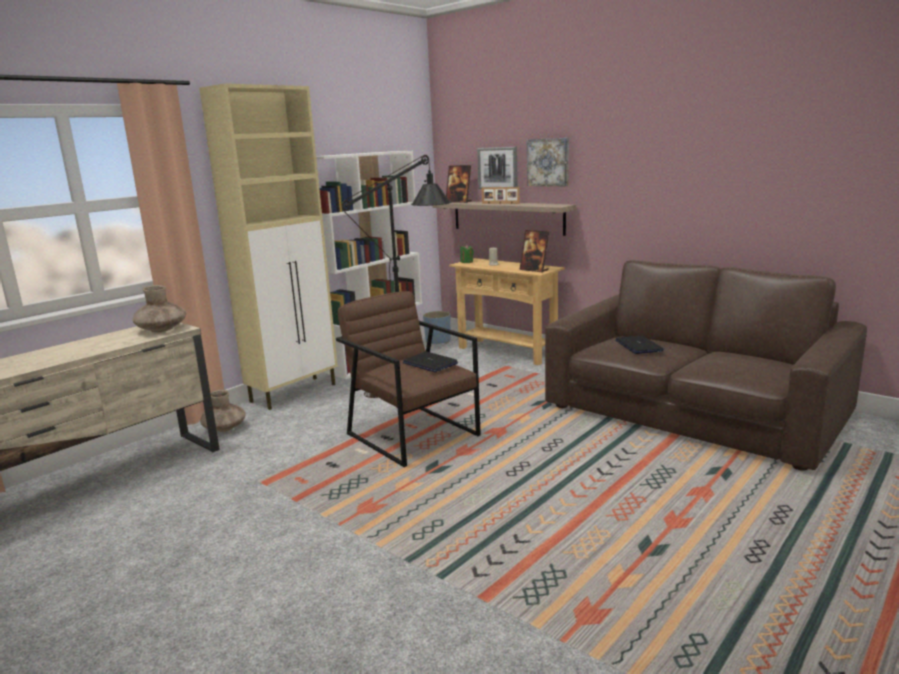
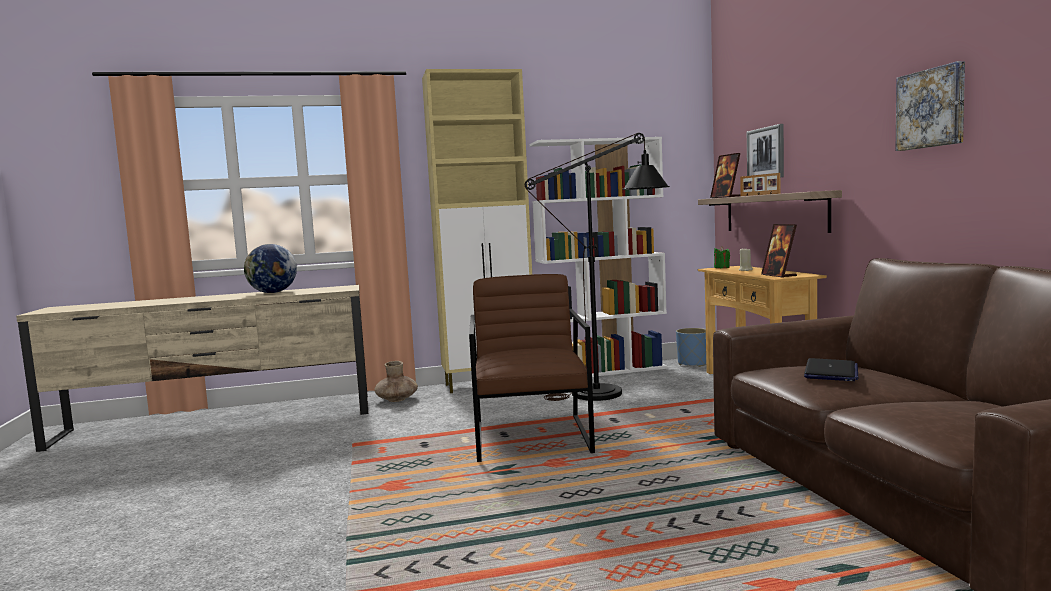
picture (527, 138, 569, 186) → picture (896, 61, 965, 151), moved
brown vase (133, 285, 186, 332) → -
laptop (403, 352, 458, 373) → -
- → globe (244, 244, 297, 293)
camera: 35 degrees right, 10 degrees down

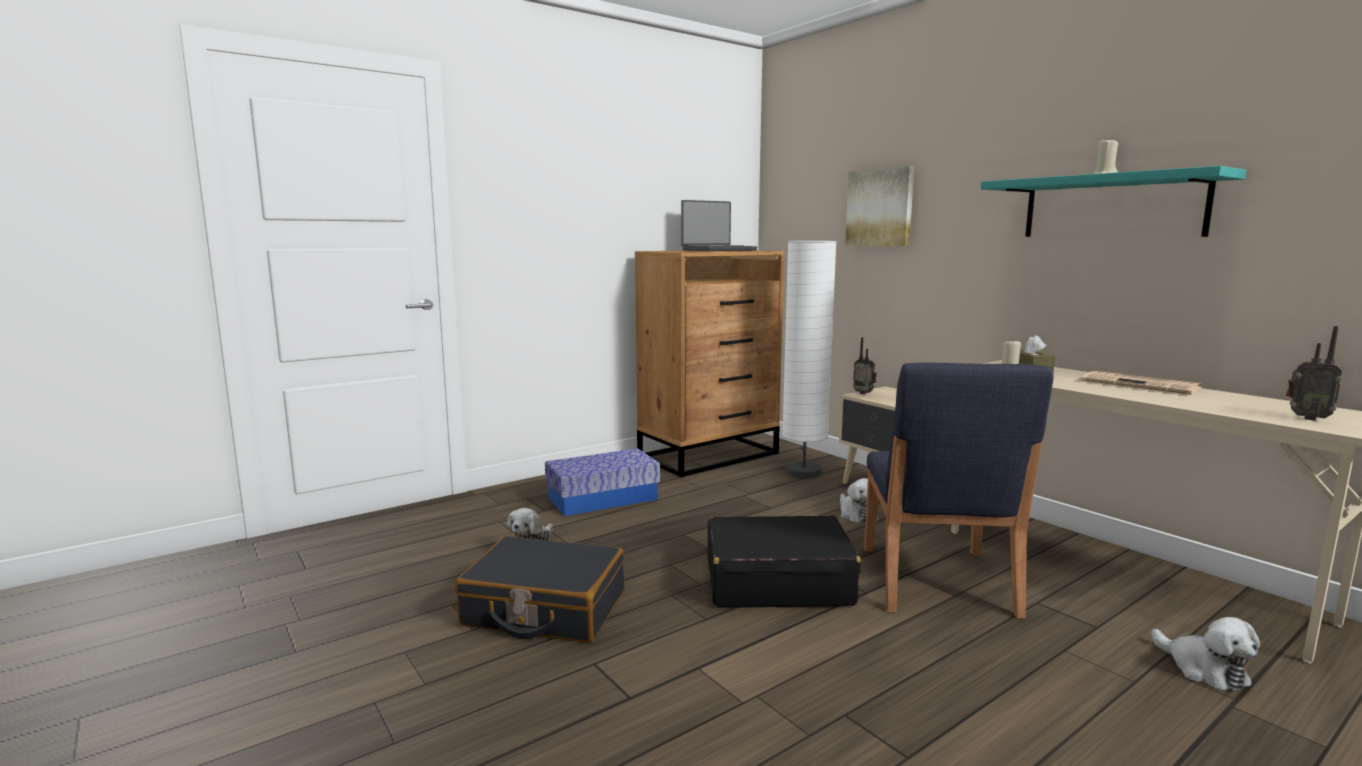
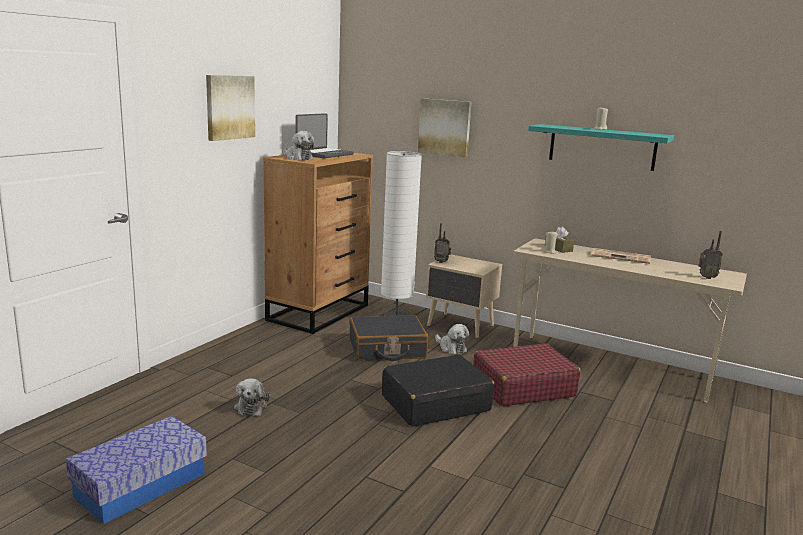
blue chair (864, 363, 1053, 619) → red suitcase (473, 343, 581, 406)
storage box (545, 448, 660, 516) → storage box (66, 416, 207, 524), moved
black suitcase (455, 536, 624, 643) → black suitcase (349, 315, 429, 361), moved
plush toy (1151, 617, 1260, 692) → plush toy (283, 131, 314, 160), moved
- → picture (206, 75, 255, 141)
camera: 25 degrees left, 5 degrees up

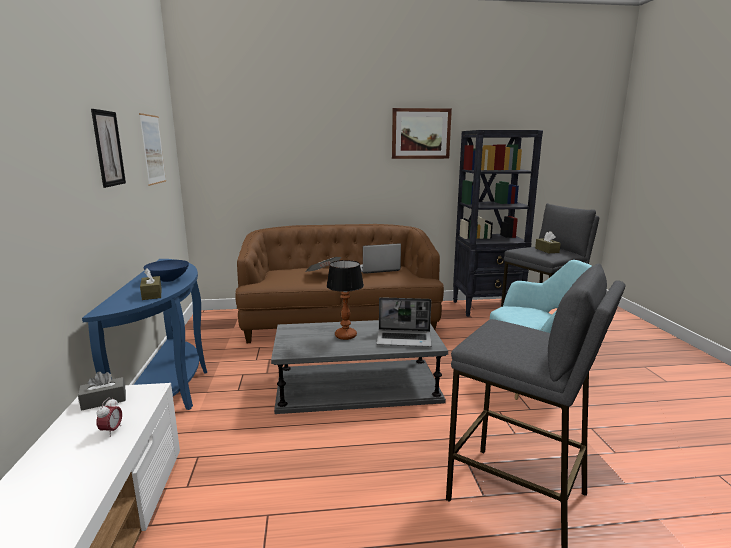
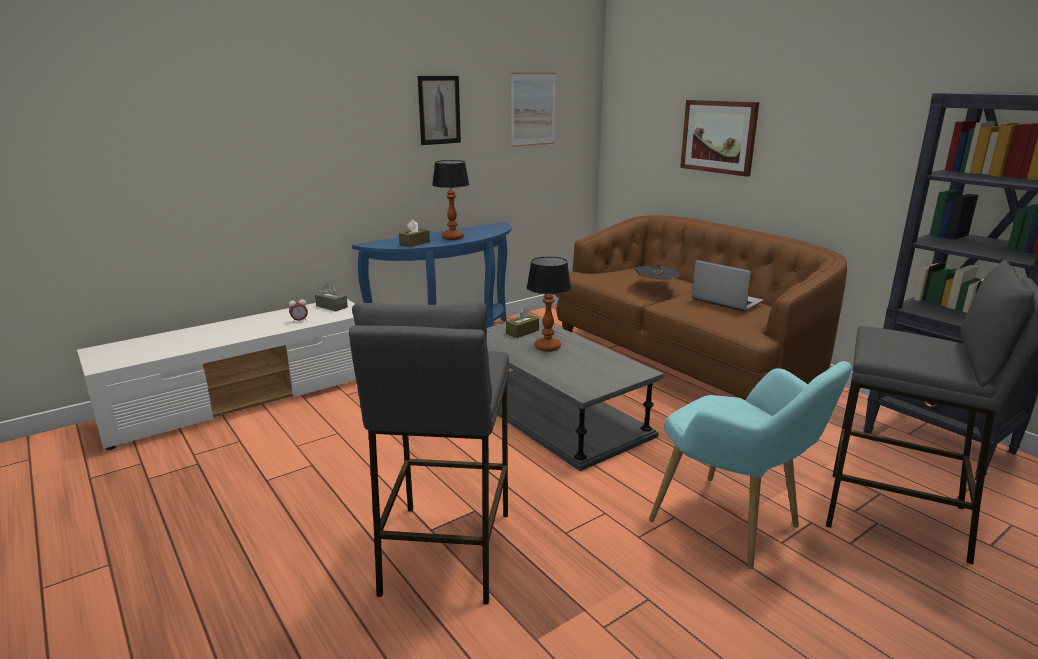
picture (392, 108, 452, 159) → picture (680, 100, 759, 177), moved
brown tissue box (535, 231, 561, 253) → brown tissue box (506, 307, 539, 338), moved
blue bowl (144, 260, 189, 282) → table lamp (432, 160, 469, 240)
laptop (376, 297, 432, 347) → -
camera: 60 degrees right, 5 degrees up

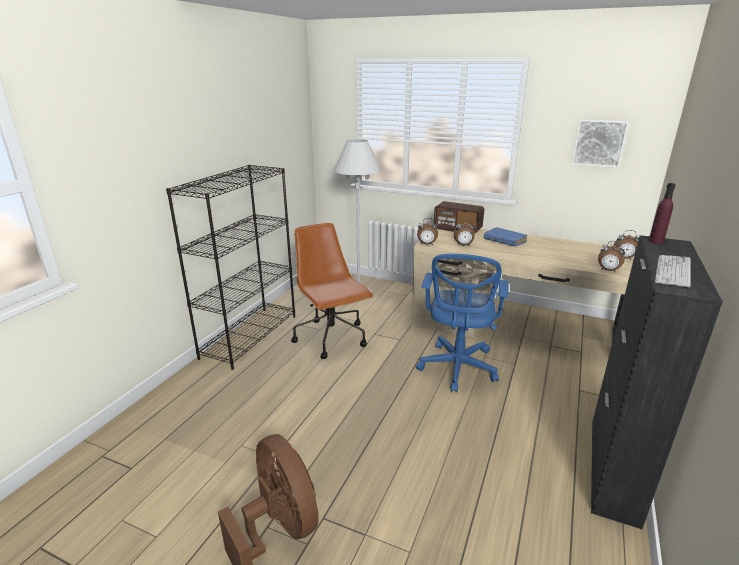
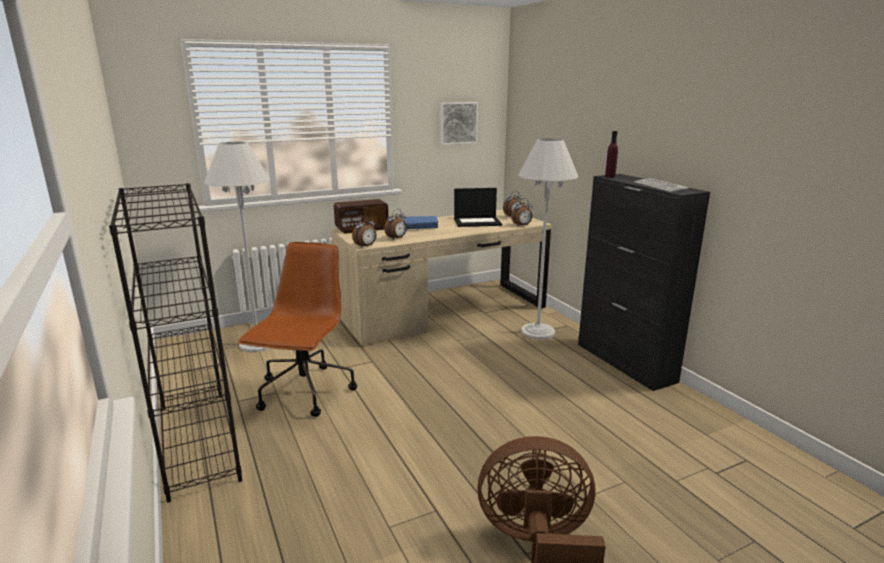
brown office chair (291, 223, 373, 359) → brown office chair (238, 242, 357, 417), 90 degrees clockwise
blue office chair (416, 254, 508, 392) → -
- → white floor lamp (518, 138, 578, 339)
- → laptop (454, 188, 502, 227)
camera: 50 degrees left, 5 degrees down

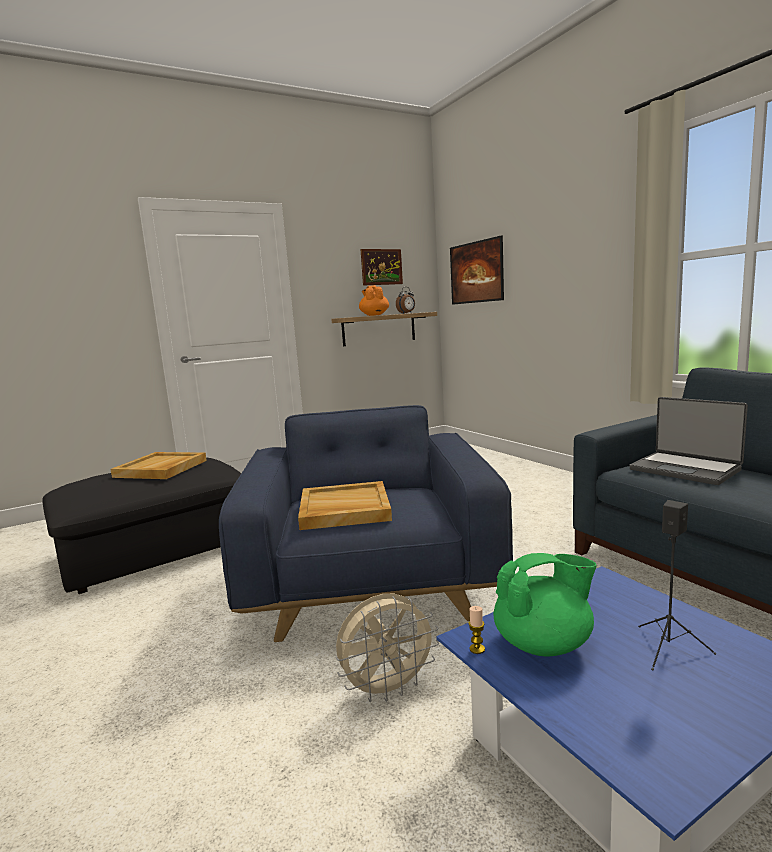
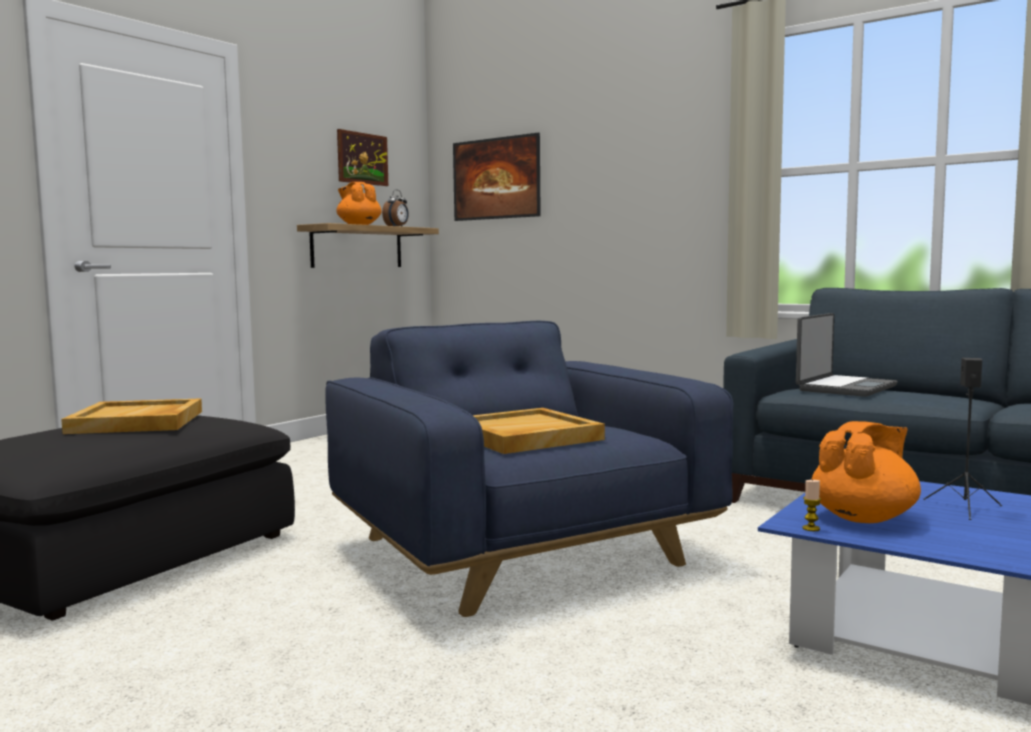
laptop (629, 397, 748, 485) → laptop (796, 313, 898, 397), 75 degrees counterclockwise
green teapot (493, 553, 597, 656) → orange teapot (811, 421, 921, 523)
beige fan (336, 594, 439, 702) → -
camera: 25 degrees left, 5 degrees down

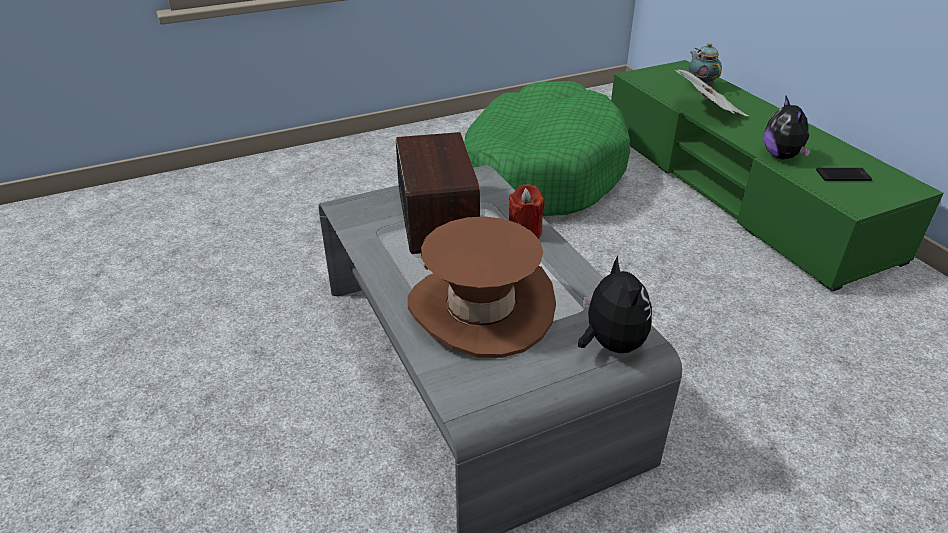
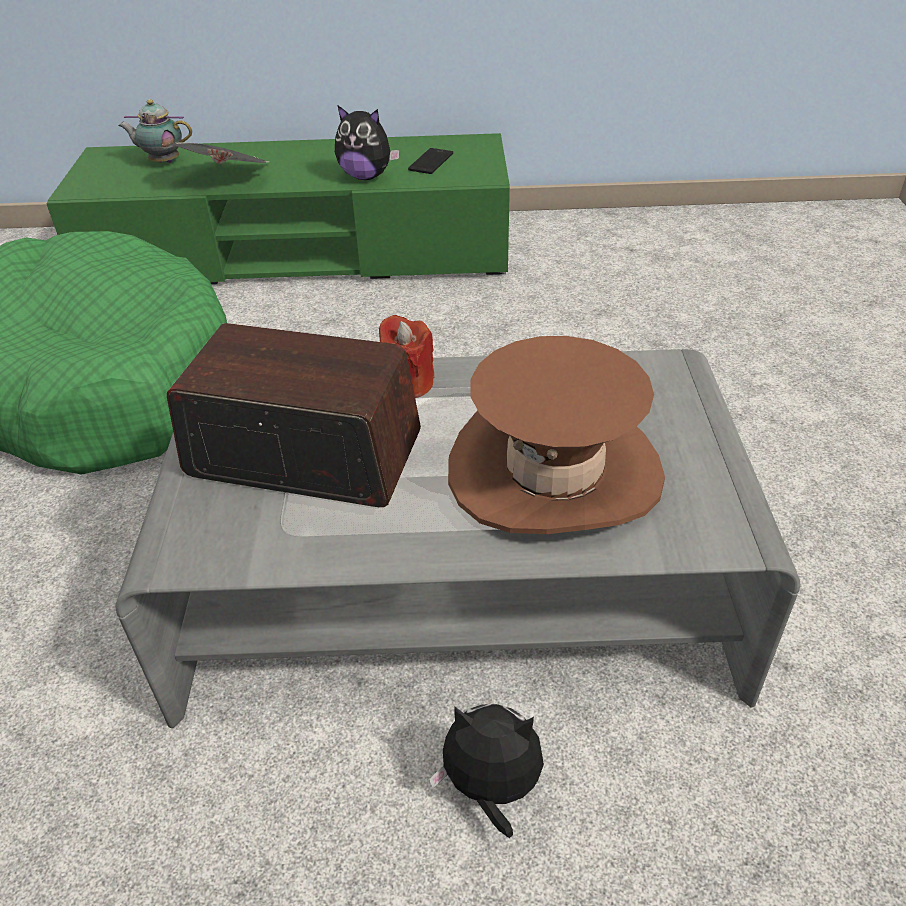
plush toy (578, 256, 652, 353) → plush toy (429, 704, 544, 838), moved
camera: 65 degrees left, 5 degrees up

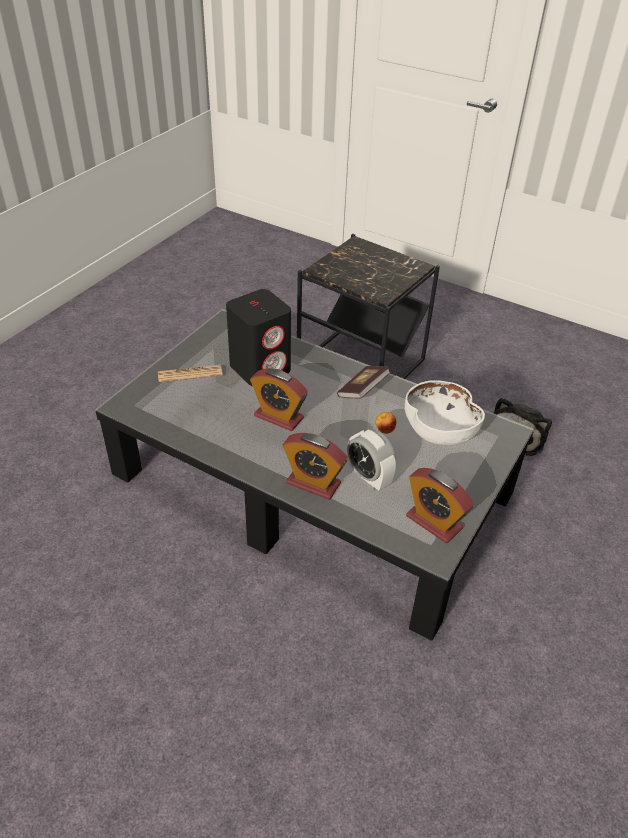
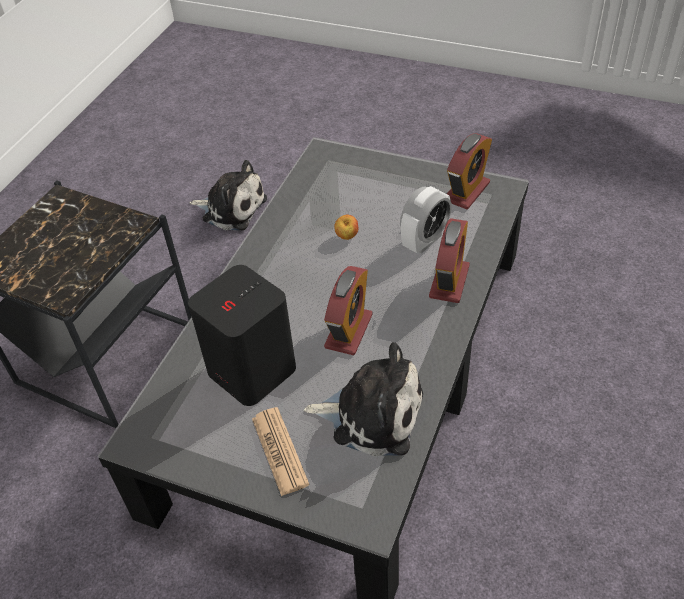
book (337, 366, 390, 399) → -
white bowl (405, 380, 485, 445) → -
- → plush toy (304, 342, 423, 456)
camera: 95 degrees left, 5 degrees up

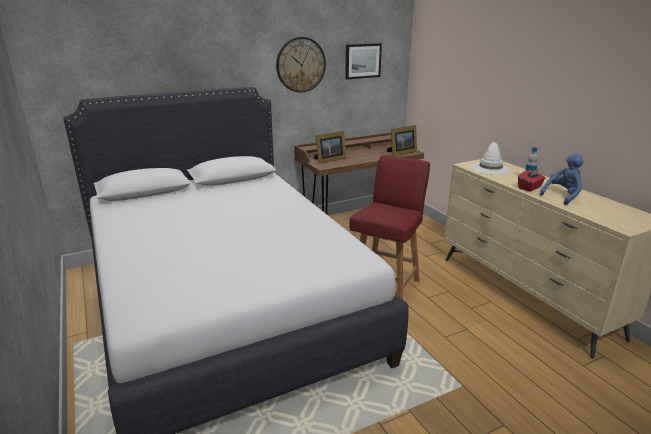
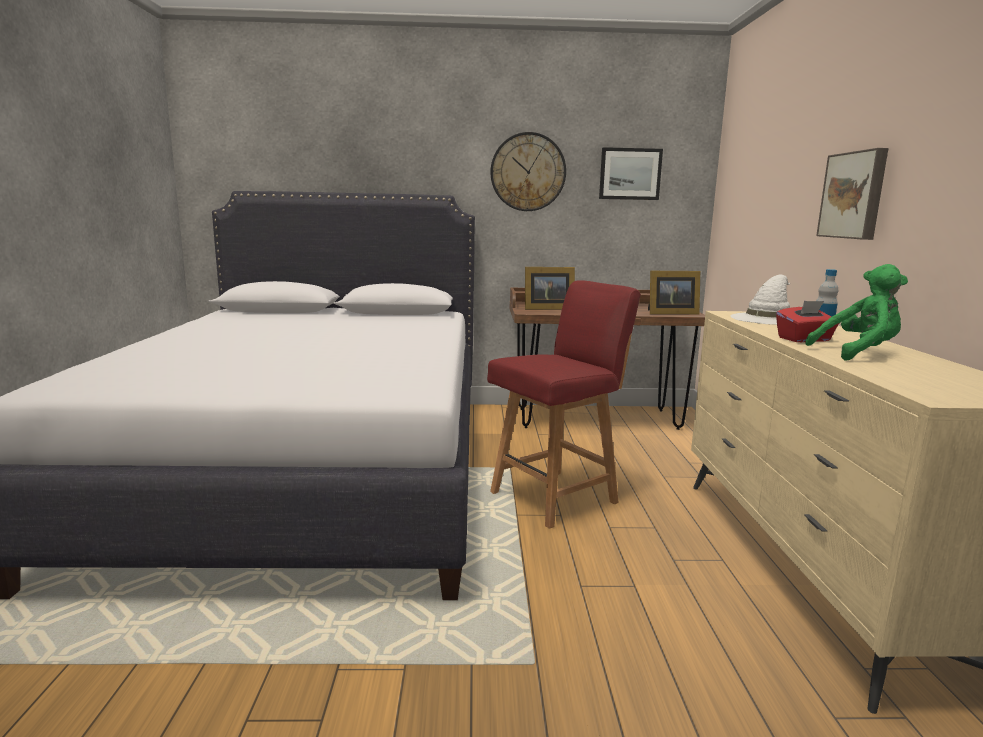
blue plush toy (540, 154, 583, 205) → green plush toy (805, 264, 908, 361)
- → picture (816, 148, 888, 240)
camera: 25 degrees right, 10 degrees down

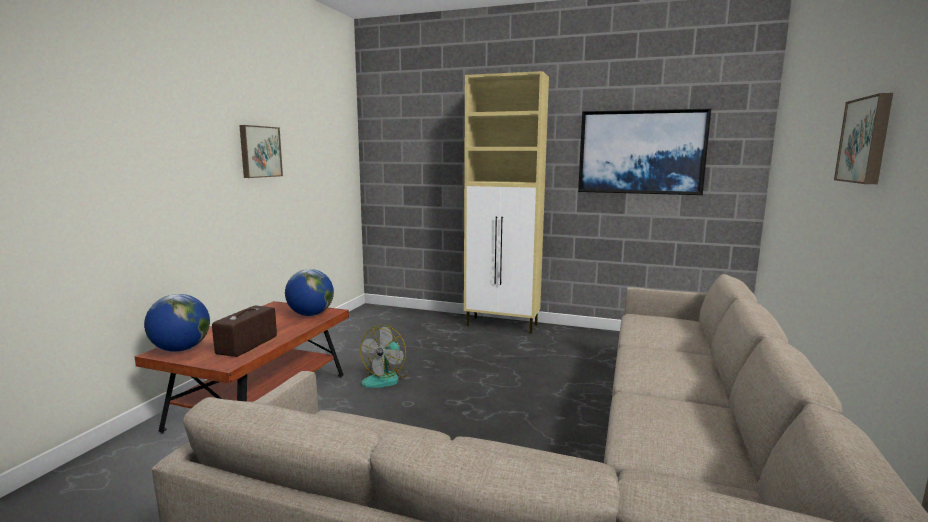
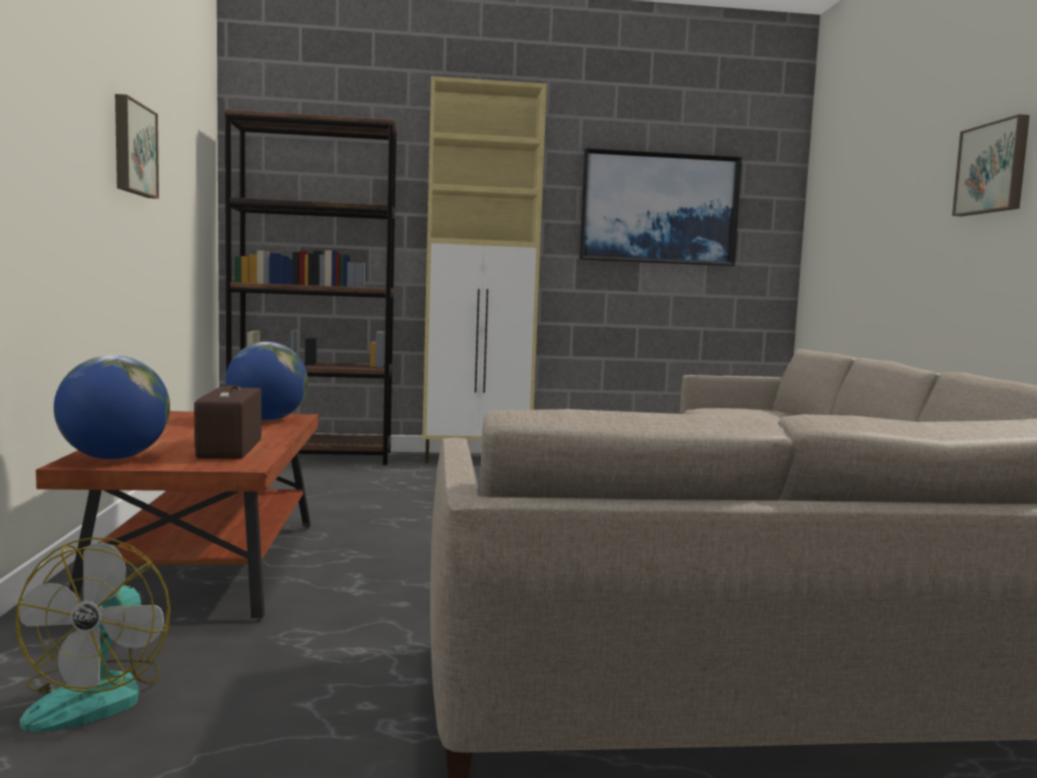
fan (360, 325, 408, 388) → fan (15, 537, 171, 732), moved
- → brown bookcase (224, 109, 398, 465)
camera: 25 degrees left, 5 degrees down

